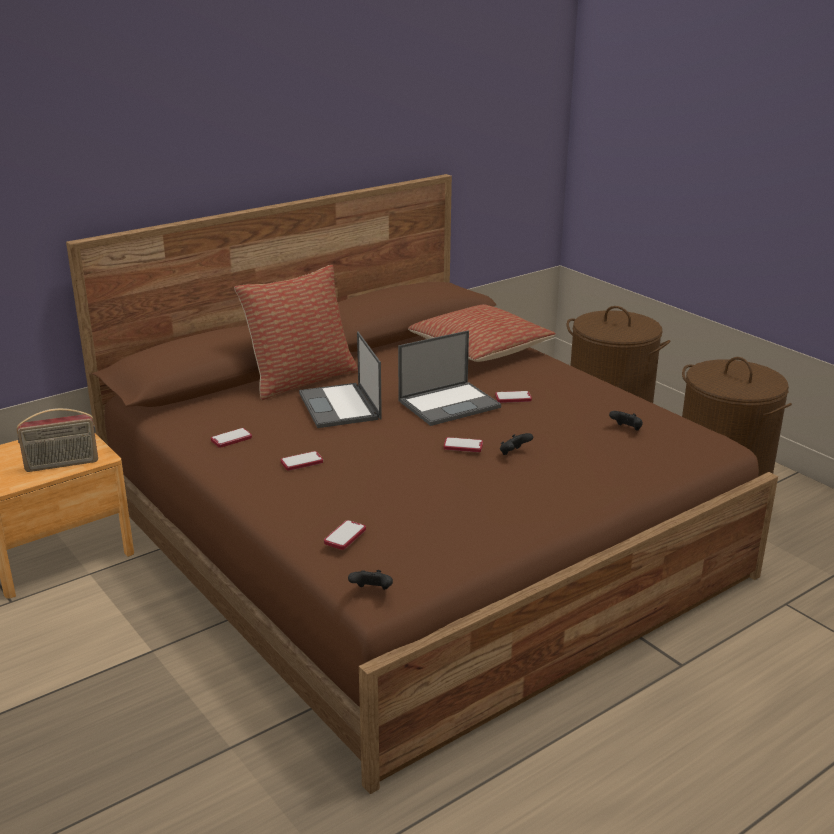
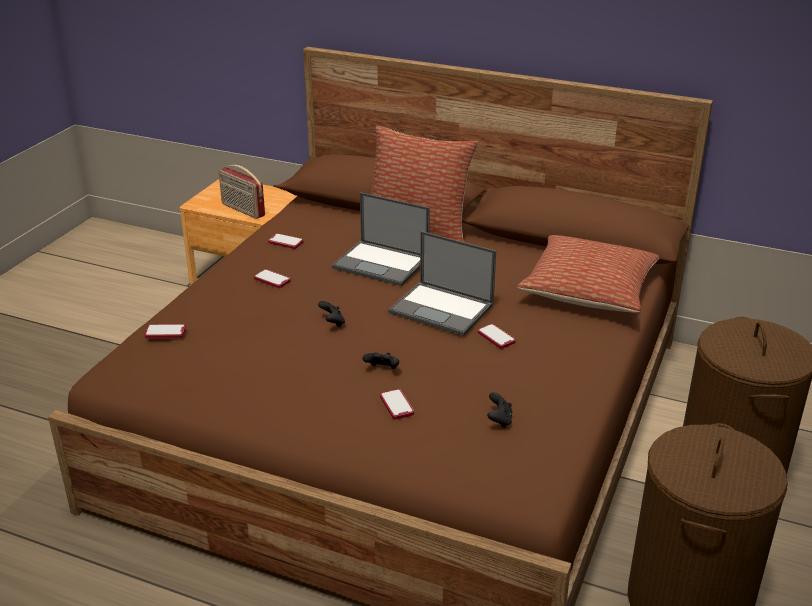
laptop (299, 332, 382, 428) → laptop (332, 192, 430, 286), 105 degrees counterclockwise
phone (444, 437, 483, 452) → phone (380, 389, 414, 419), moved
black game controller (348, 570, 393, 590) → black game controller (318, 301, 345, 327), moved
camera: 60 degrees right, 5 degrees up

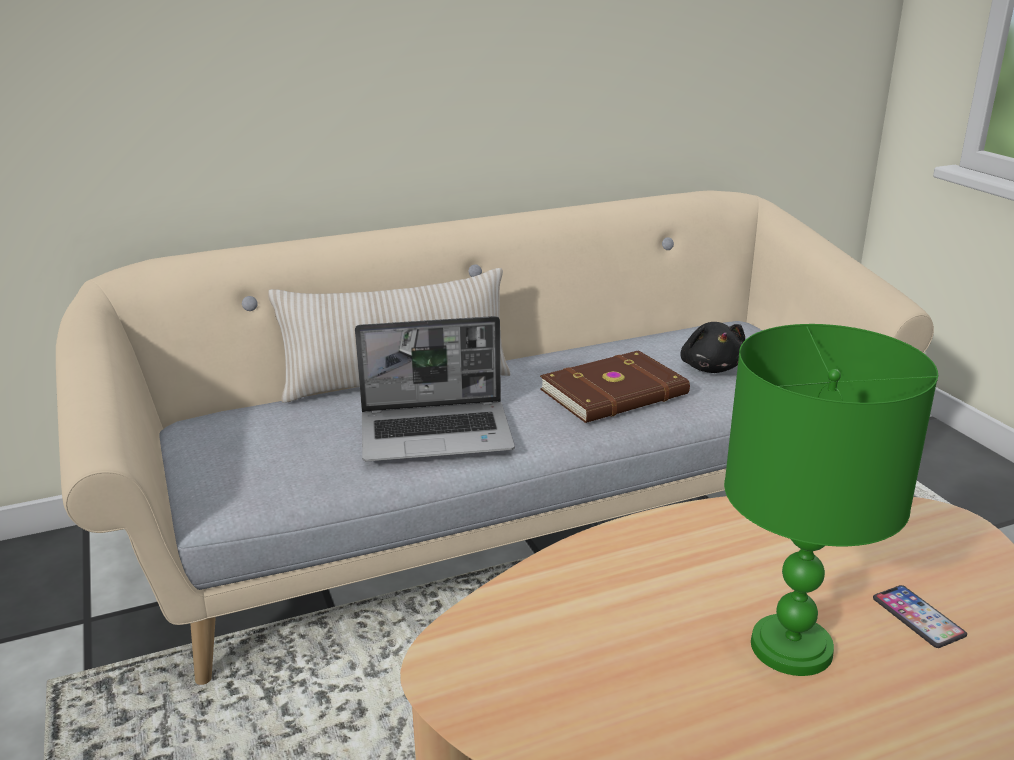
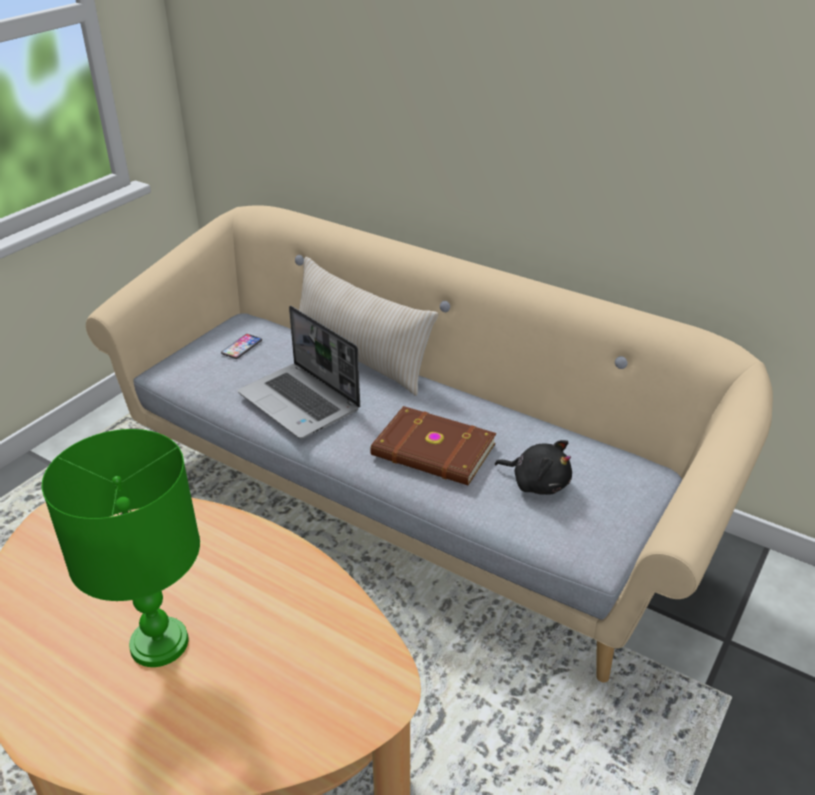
black plush toy (680, 322, 745, 373) → black plush toy (495, 440, 572, 495), 105 degrees counterclockwise
phone (873, 585, 967, 648) → phone (221, 334, 262, 359), moved
camera: 55 degrees right, 10 degrees up

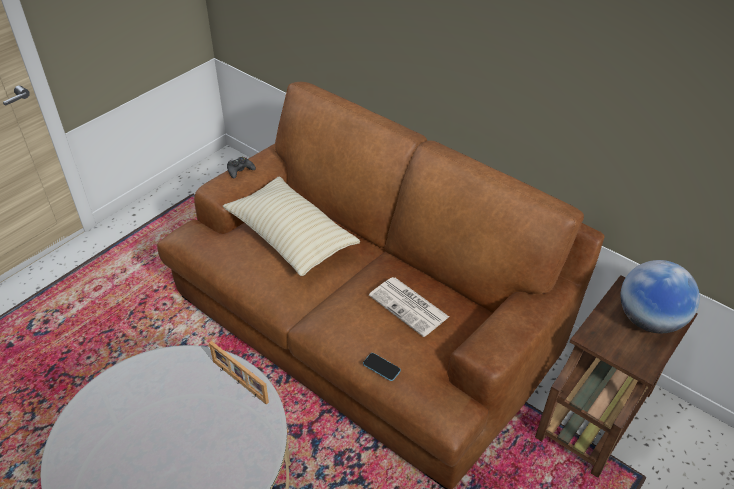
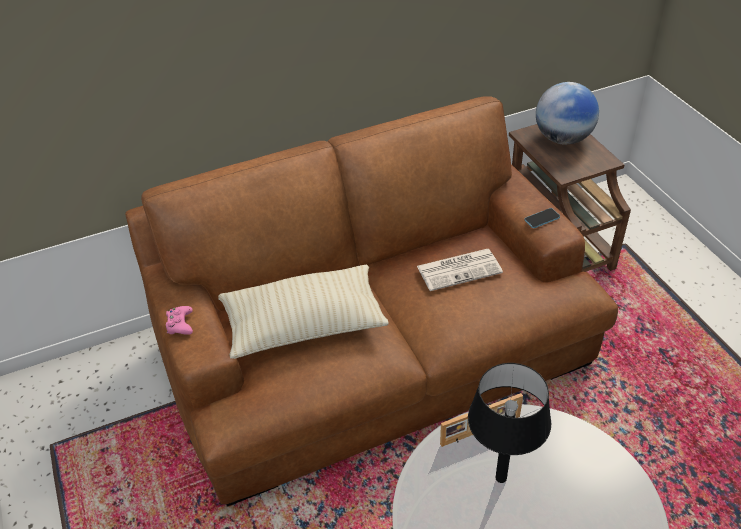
black game controller (227, 157, 256, 178) → pink game controller (166, 306, 193, 335)
phone (363, 353, 401, 381) → phone (525, 208, 560, 228), moved
- → black table lamp (468, 363, 551, 483)
camera: 60 degrees left, 0 degrees up

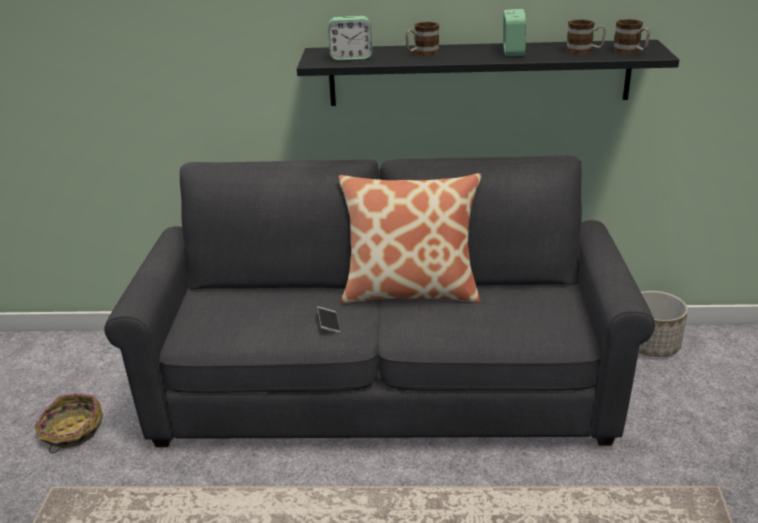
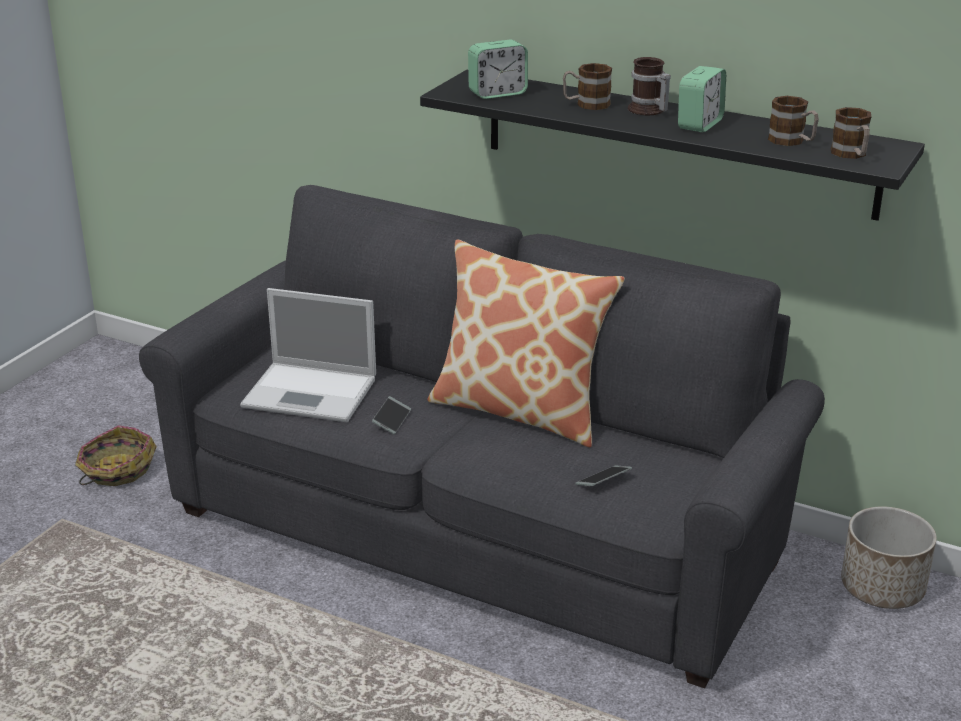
alarm clock (328, 16, 372, 60) → alarm clock (468, 40, 528, 99), 45 degrees counterclockwise
- → mug (628, 57, 671, 115)
- → laptop (240, 288, 376, 422)
- → phone (575, 466, 632, 486)
camera: 25 degrees right, 0 degrees up

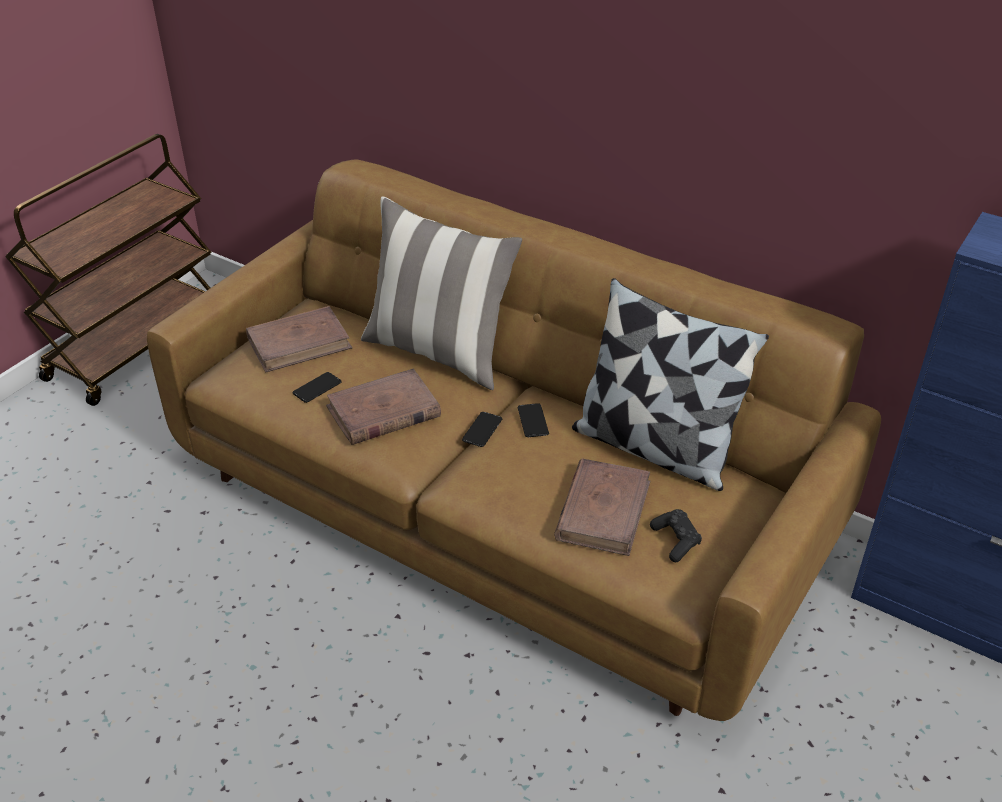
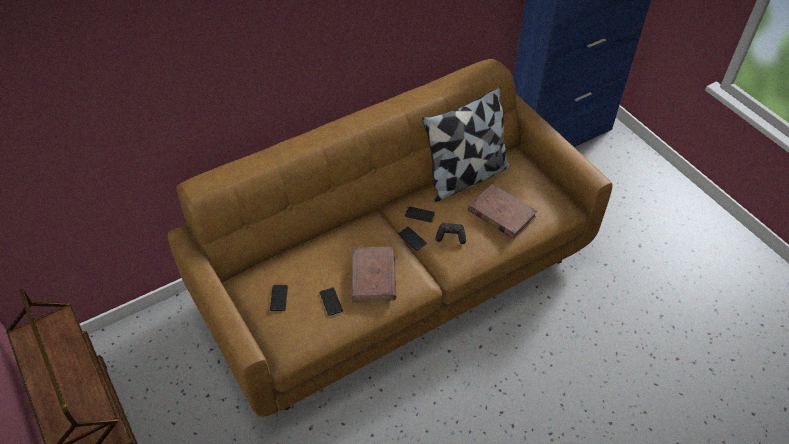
pillow (361, 196, 522, 390) → -
brown book (246, 306, 353, 373) → phone (270, 285, 288, 311)
black game controller (650, 509, 702, 562) → black game controller (435, 223, 466, 244), moved
camera: 65 degrees left, 10 degrees up

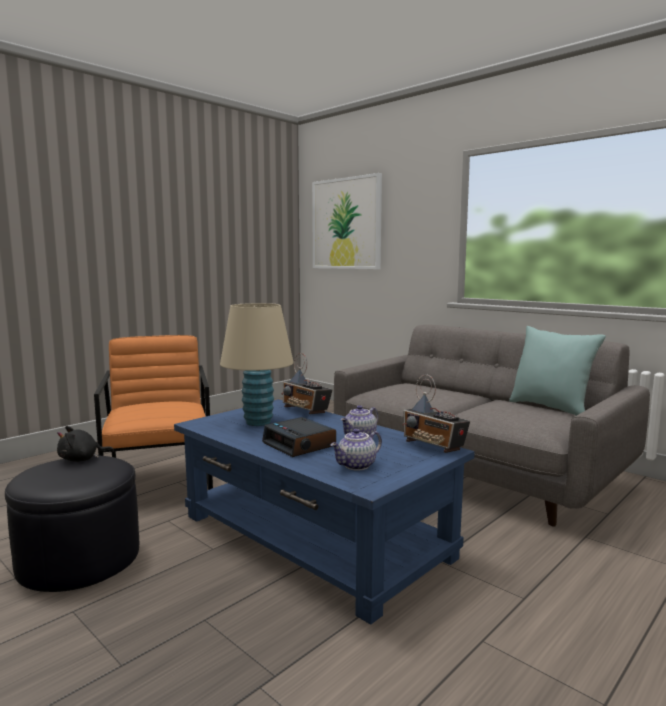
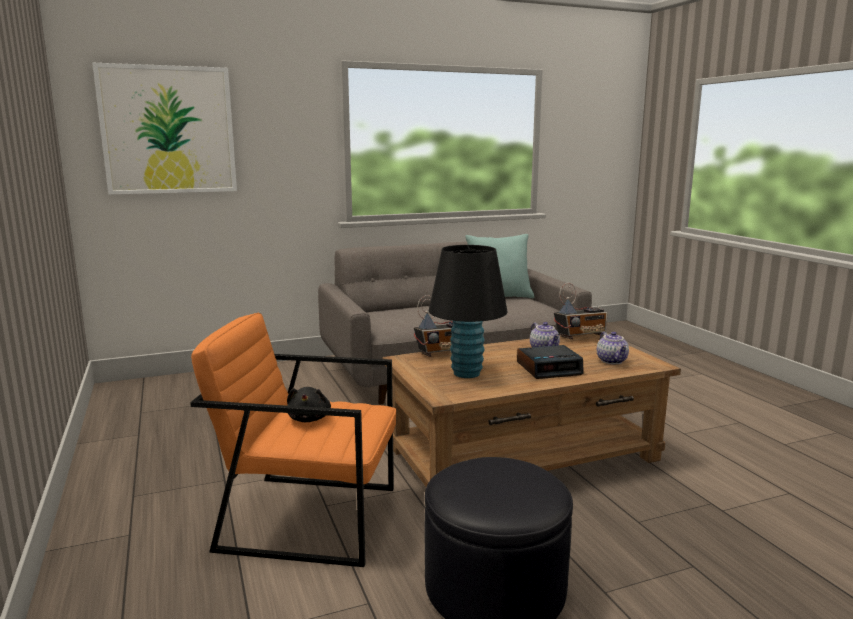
beige table lamp (220, 303, 294, 426) → black table lamp (429, 245, 507, 378)
blue coffee table (174, 399, 475, 625) → brown coffee table (382, 333, 681, 487)
black plush toy (57, 426, 114, 462) → black plush toy (287, 387, 331, 422), moved
camera: 65 degrees left, 5 degrees up

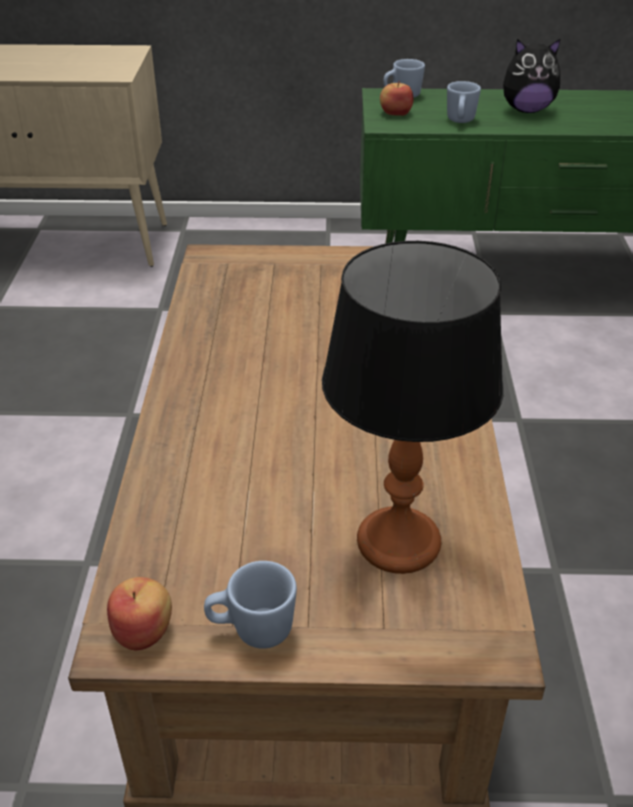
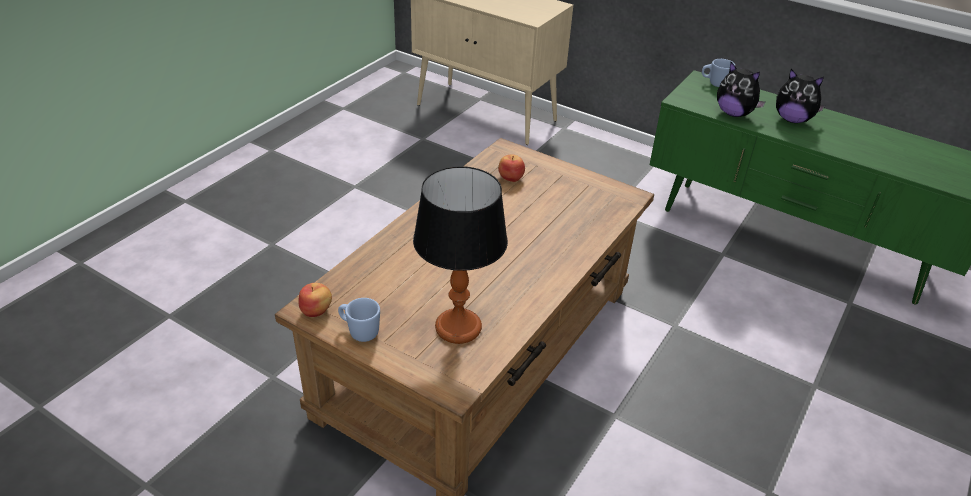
apple (380, 81, 414, 116) → apple (498, 154, 525, 182), moved
blue mug (447, 81, 481, 123) → plush toy (717, 62, 766, 117)
camera: 30 degrees right, 0 degrees up

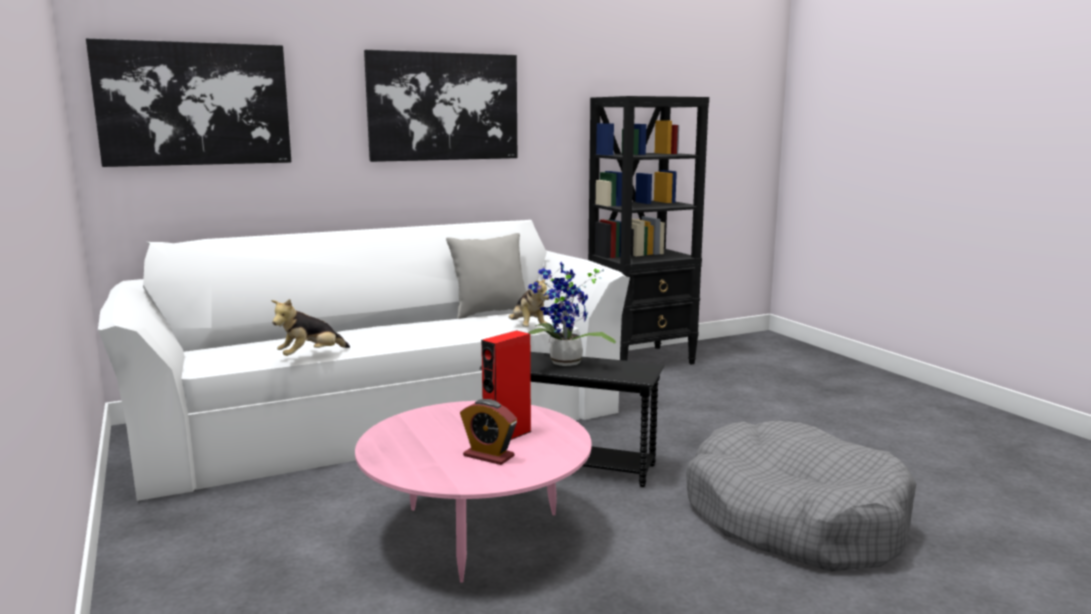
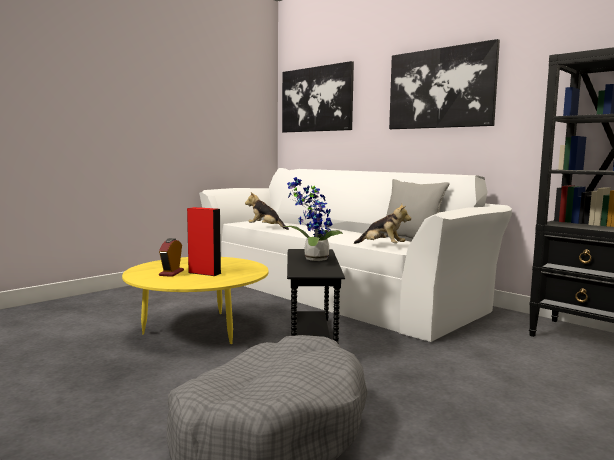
plush toy (509, 279, 550, 327) → plush toy (354, 204, 411, 244), 105 degrees counterclockwise
pink coffee table (355, 401, 592, 583) → yellow coffee table (122, 257, 268, 344)
camera: 70 degrees right, 5 degrees down

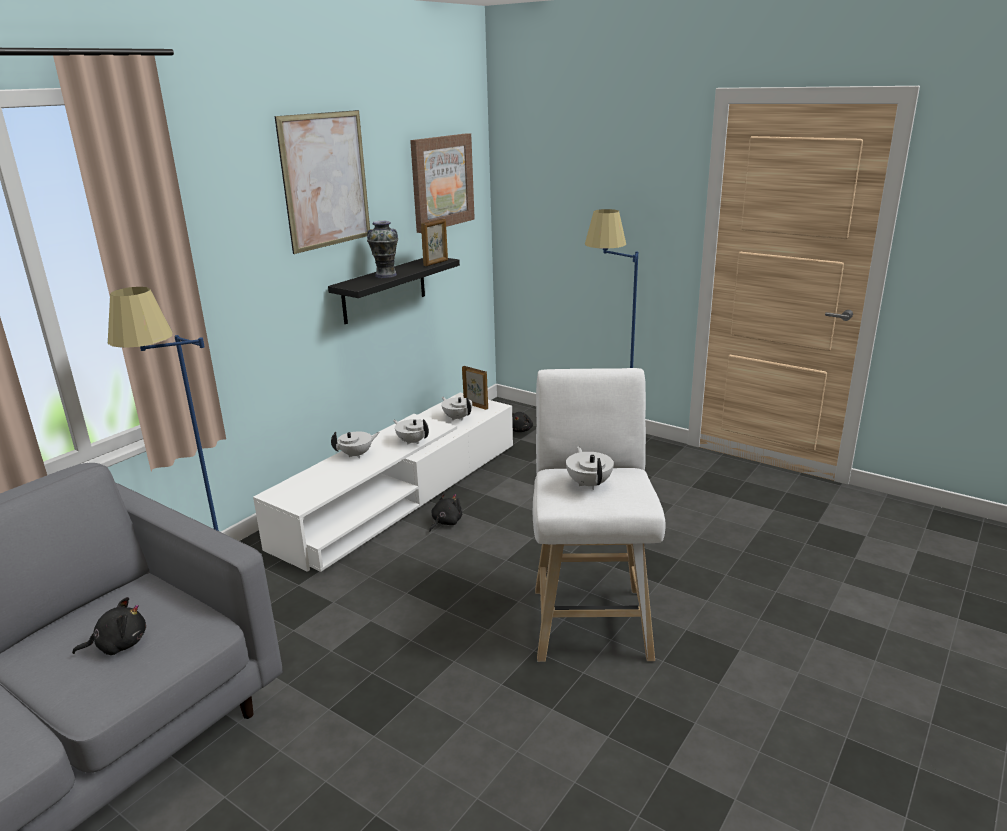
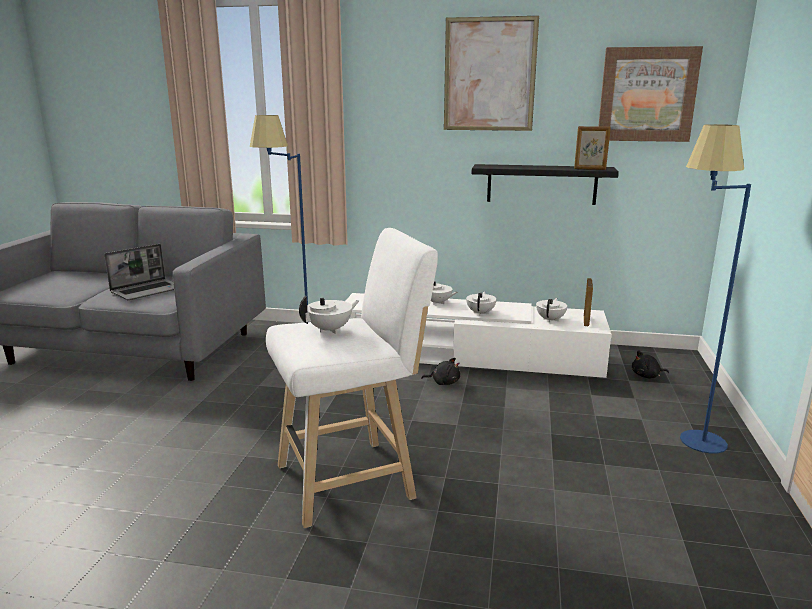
vase (367, 220, 398, 278) → -
black plush toy (72, 597, 146, 655) → laptop (104, 244, 174, 300)
camera: 65 degrees right, 5 degrees down

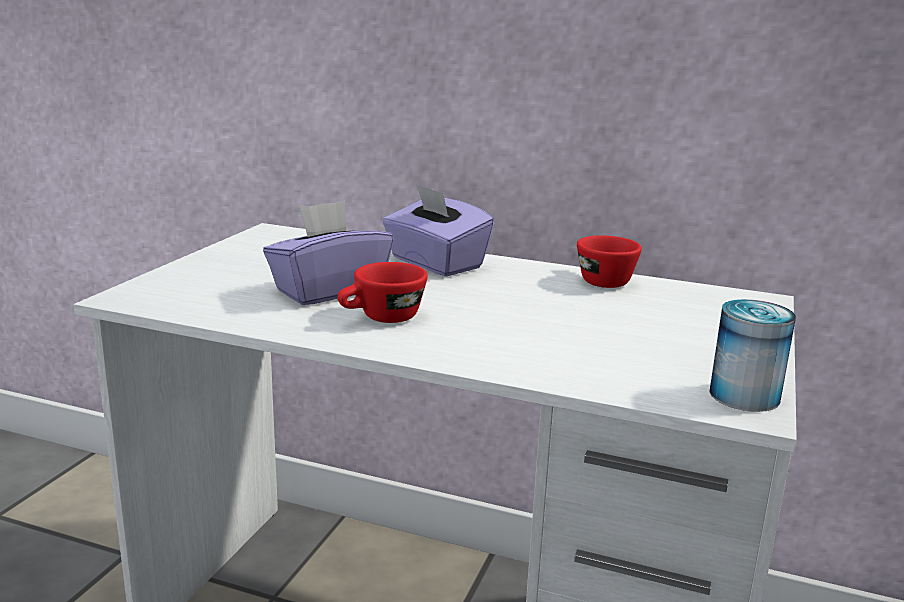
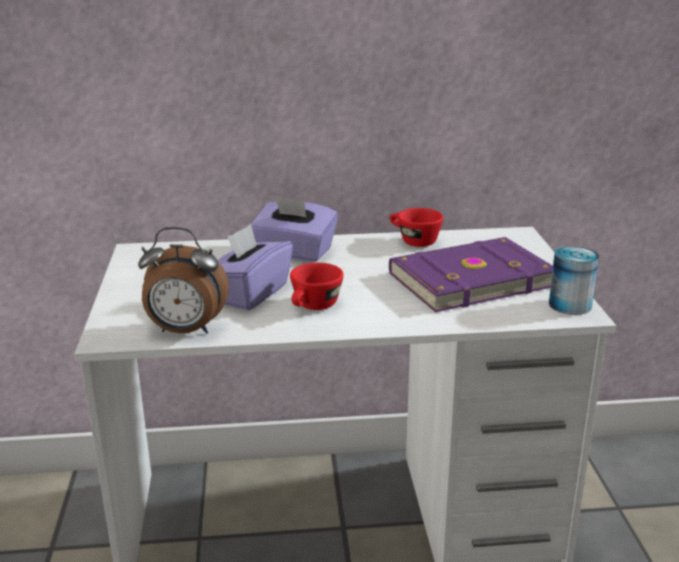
- → alarm clock (138, 227, 229, 334)
- → purple book (389, 237, 553, 312)
camera: 25 degrees left, 5 degrees up

